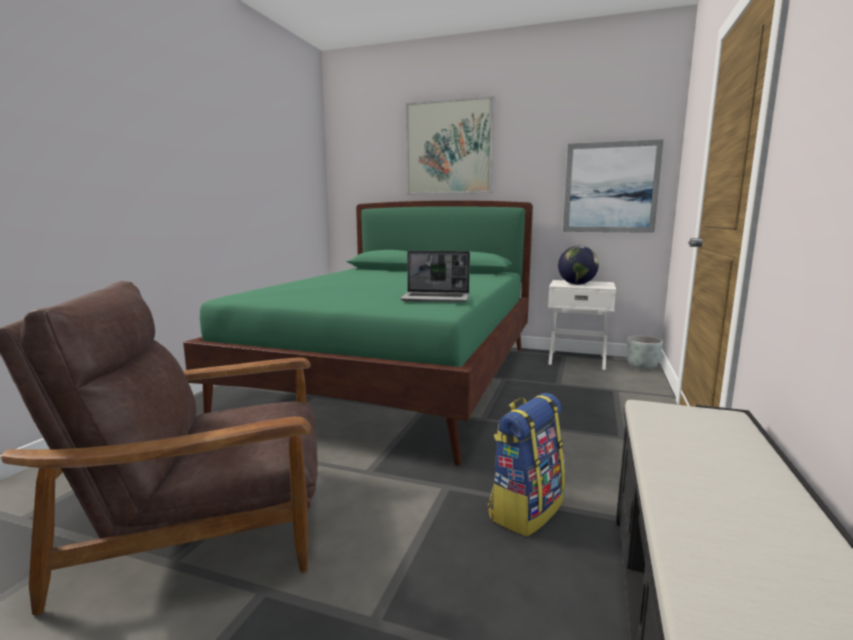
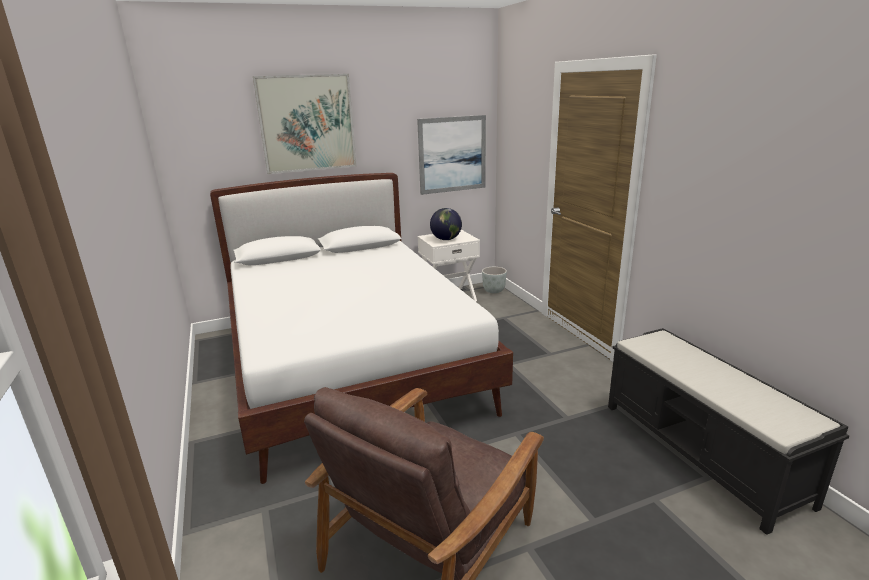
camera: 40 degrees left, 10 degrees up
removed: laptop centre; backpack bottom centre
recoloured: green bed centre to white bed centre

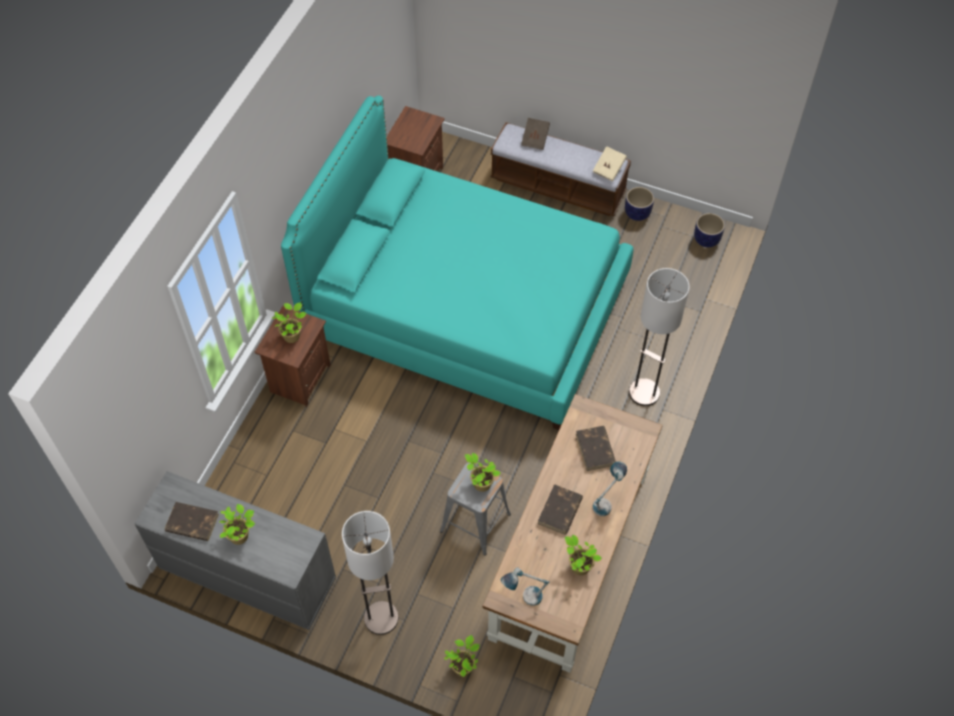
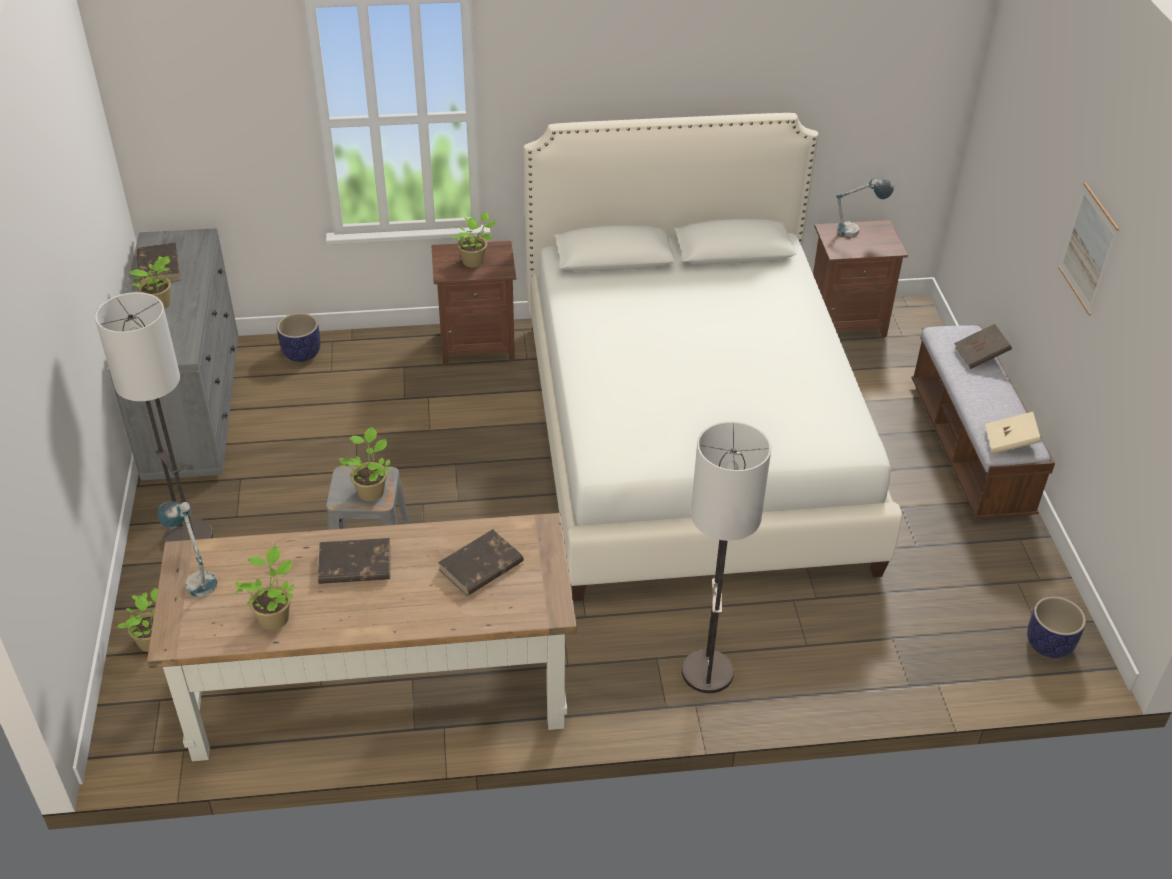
camera: 60 degrees right, 15 degrees down
added: picture top right
moved: table lamp (2nd from left) bottom centre to top right; planter (1st from left) top right to middle left
recoloured: turquoise bed centre to white bed centre

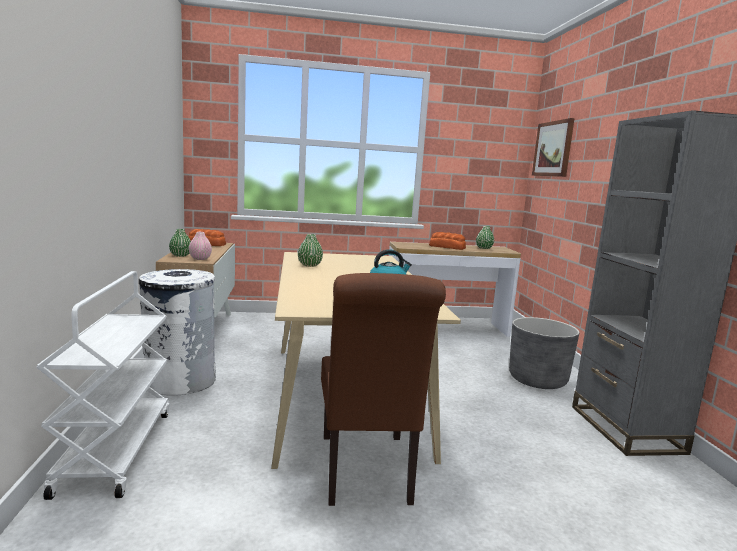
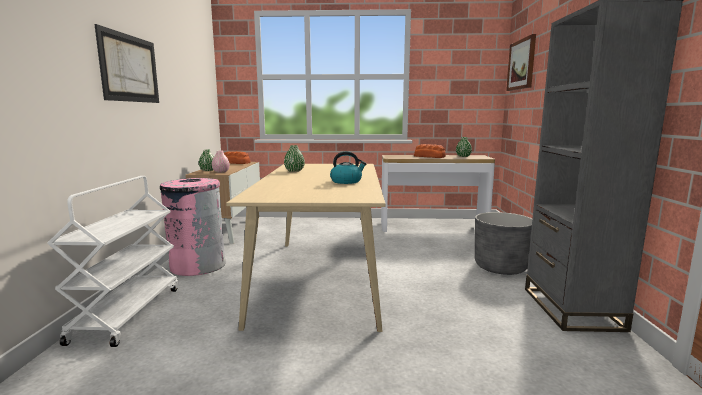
camera: 10 degrees right, 0 degrees up
removed: brown chair bottom centre
added: picture (1st from left) top left
recoloured: white trash can middle left to pink trash can middle left

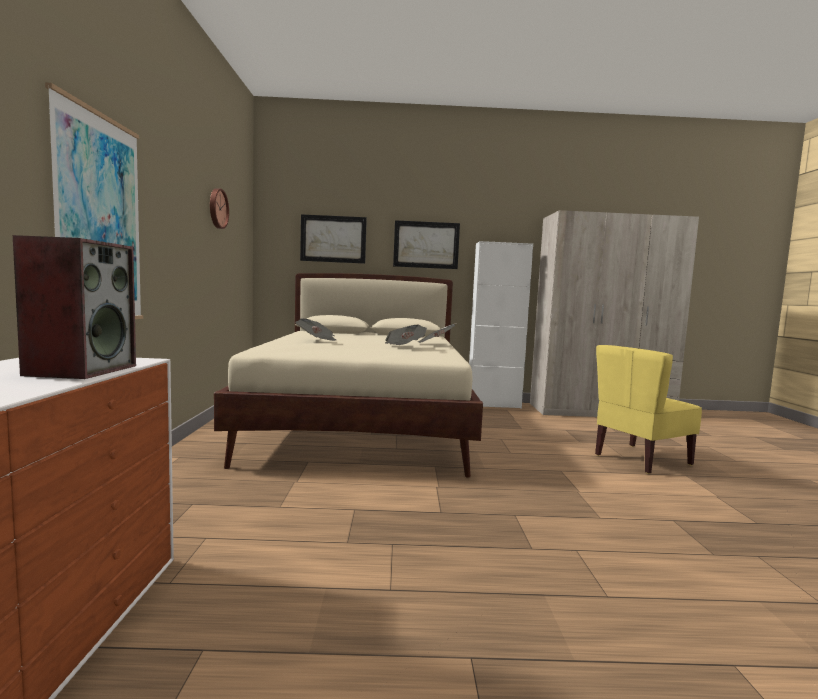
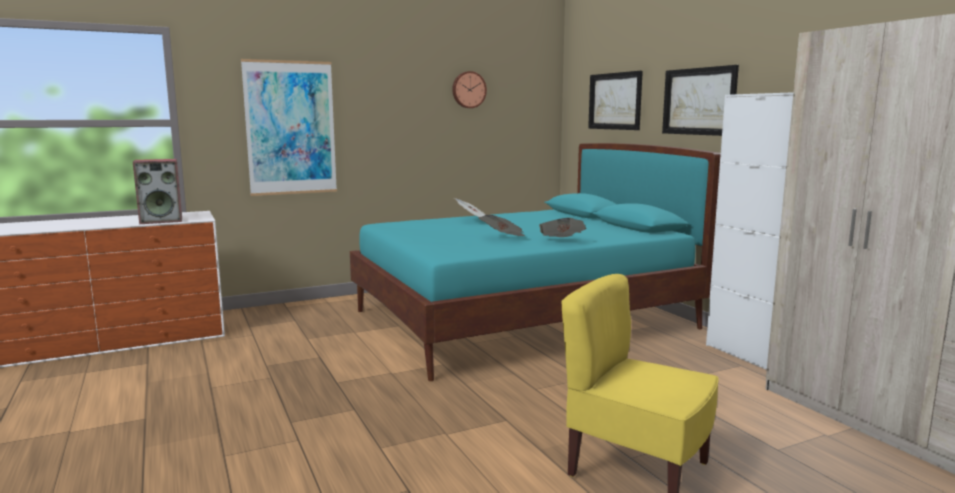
camera: 65 degrees right, 5 degrees up
recoloured: beige bed centre to turquoise bed centre

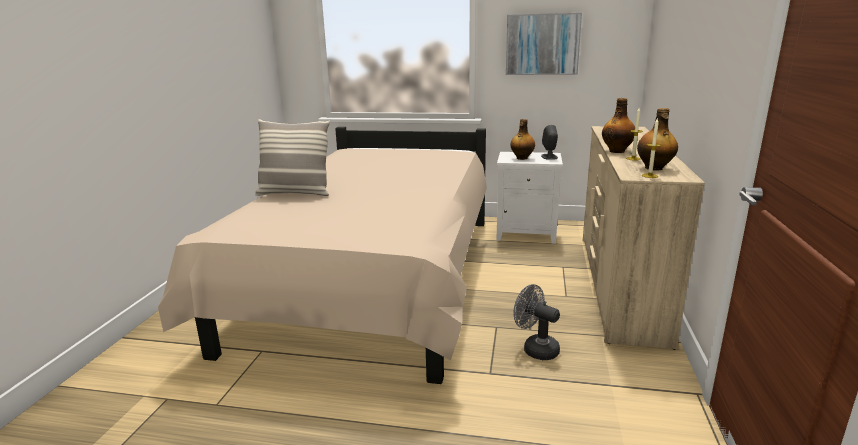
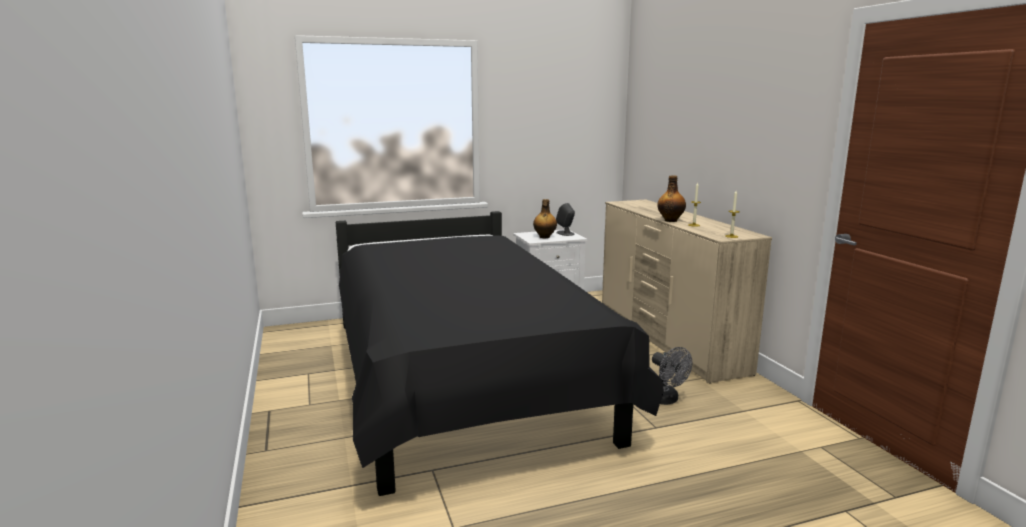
camera: 30 degrees left, 5 degrees down
removed: pillow centre; picture top centre; bottle (3rd from left) top right
recoloured: beige bed centre to black bed bottom centre
turned: grey fan bottom centre = bottom centre 135 degrees counterclockwise

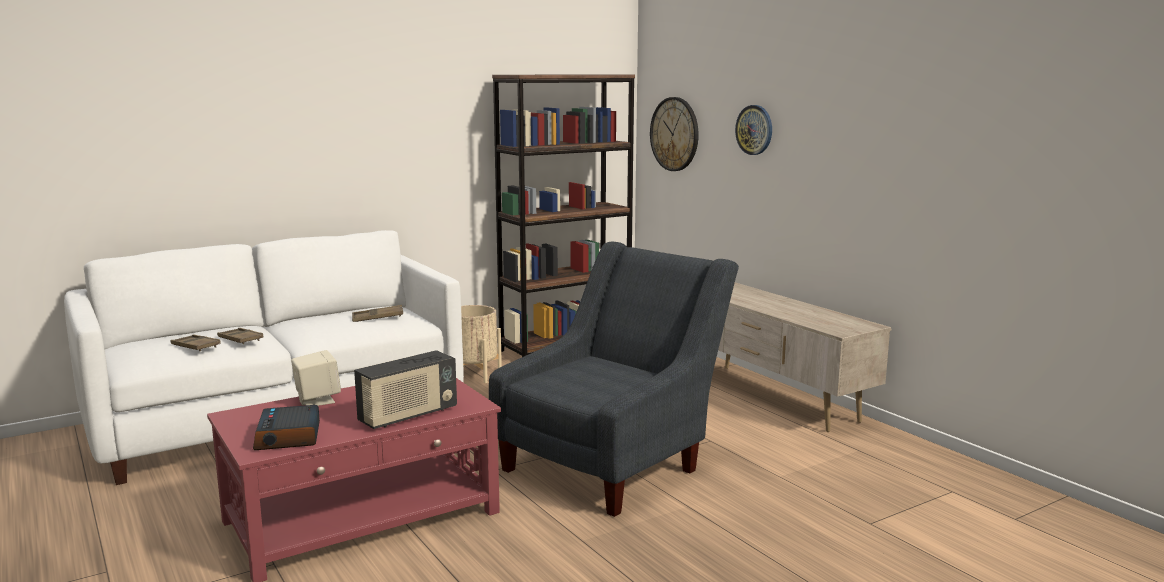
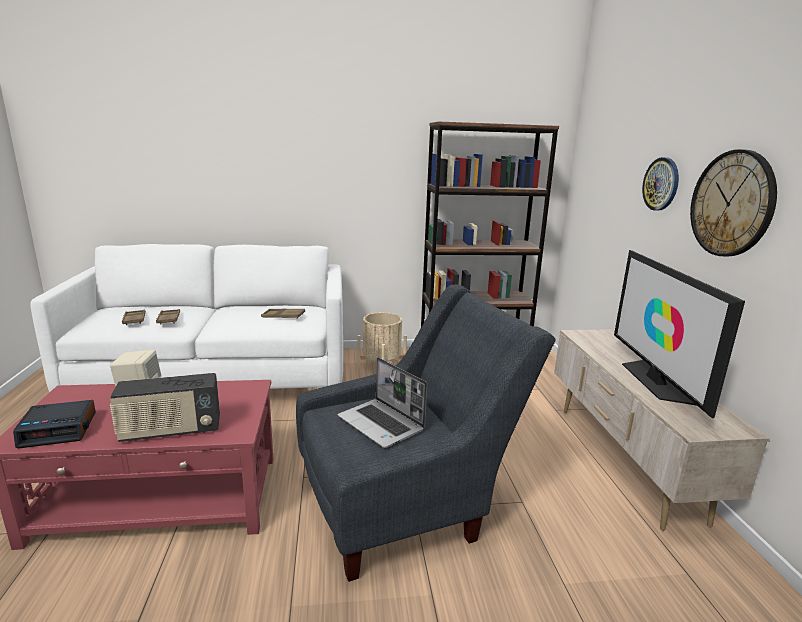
camera: 25 degrees right, 5 degrees up
added: laptop centre; television middle right
moved: wall clock (1st from left in the first image) top centre to wall clock (2nd from left) top right
turned: alarm clock bottom left = bottom left 120 degrees counterclockwise

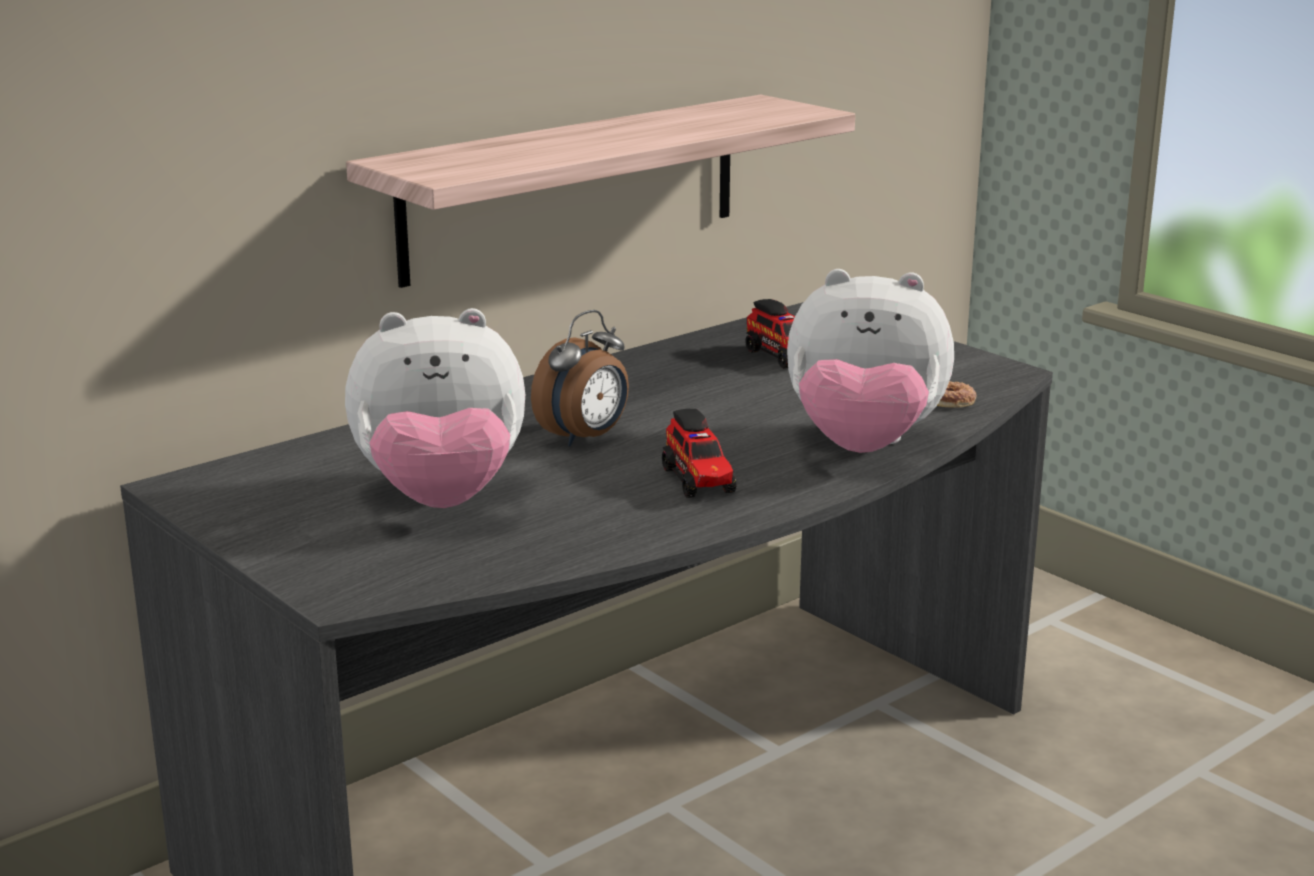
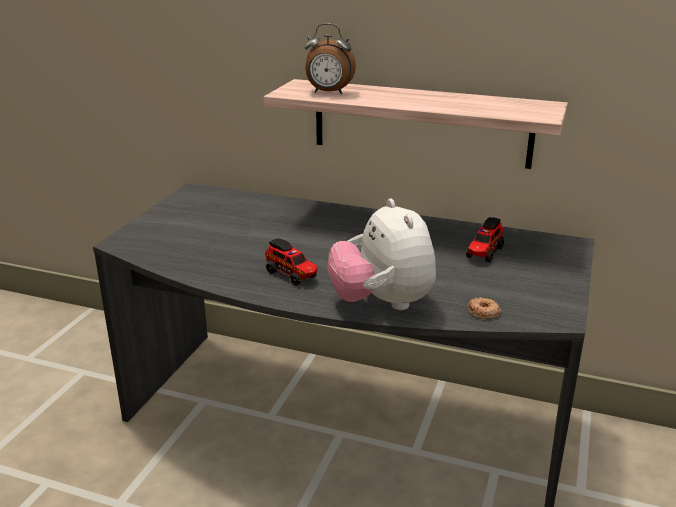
camera: 60 degrees right, 5 degrees up
removed: plush toy (1st from left) middle left
moved: alarm clock centre to top centre
turned: toy truck (1st from left) centre = centre 90 degrees counterclockwise

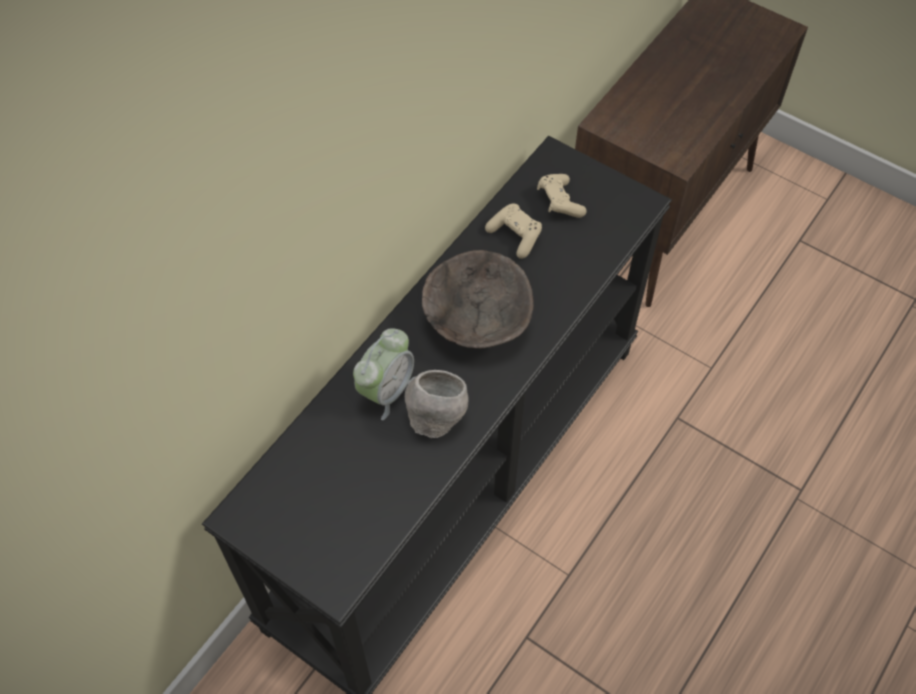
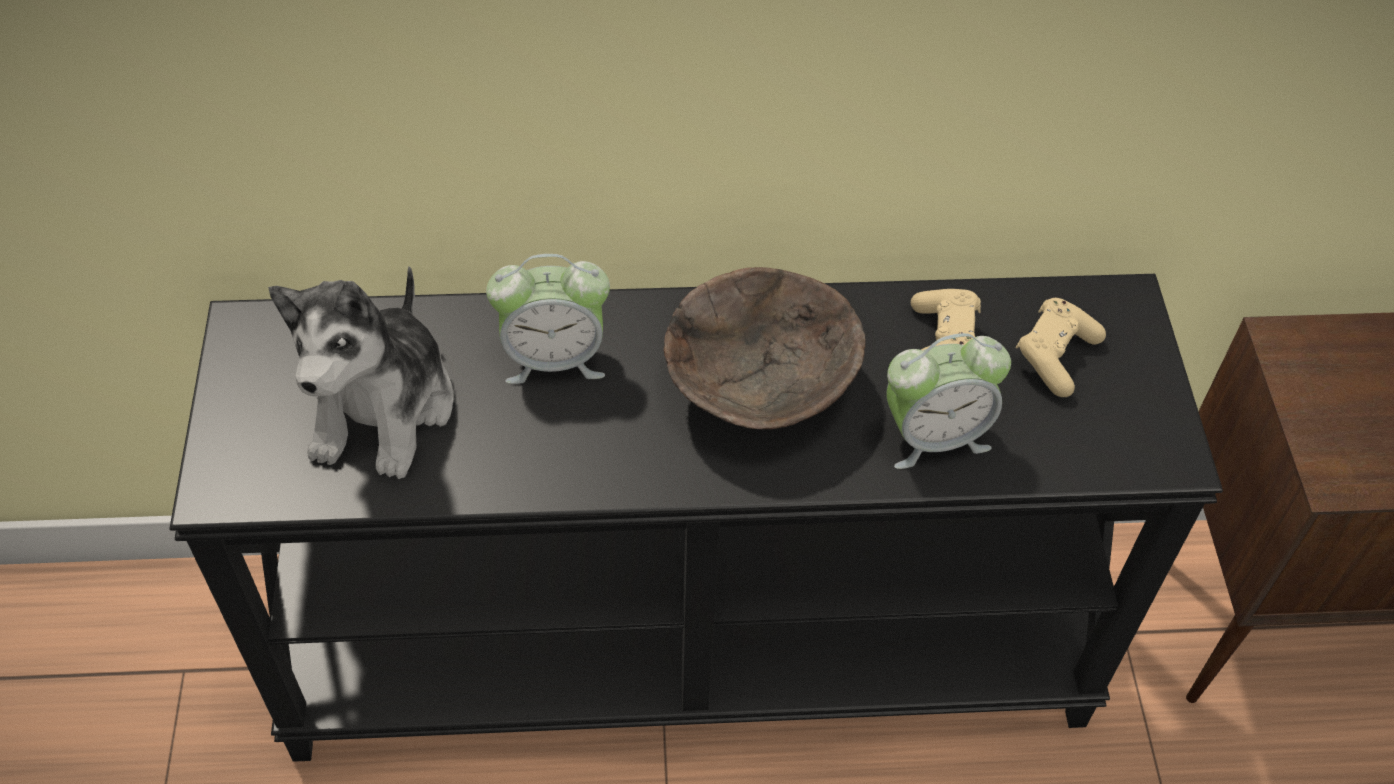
camera: 50 degrees right, 5 degrees down
removed: grey bowl centre
added: plush toy middle left; alarm clock (2nd from left) middle right

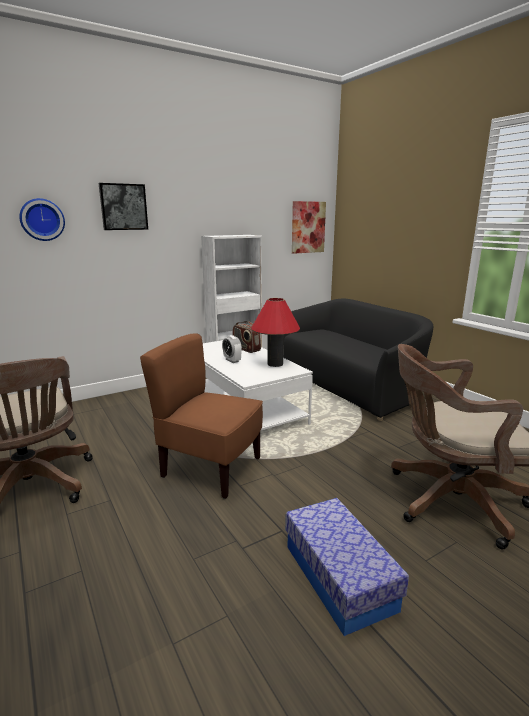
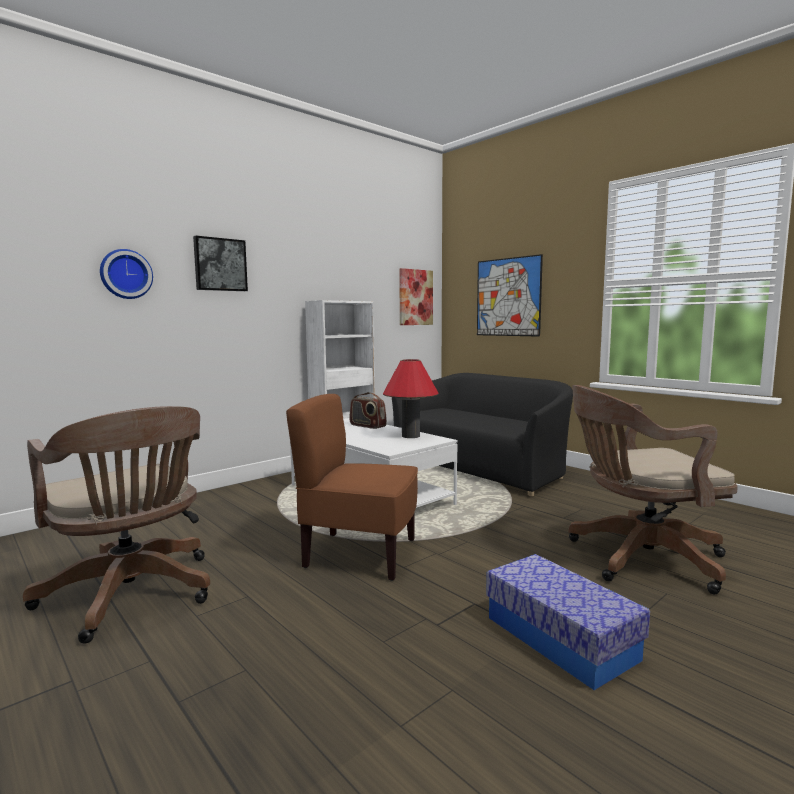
camera: 10 degrees left, 10 degrees down
removed: alarm clock centre
added: picture (3rd from left) centre

